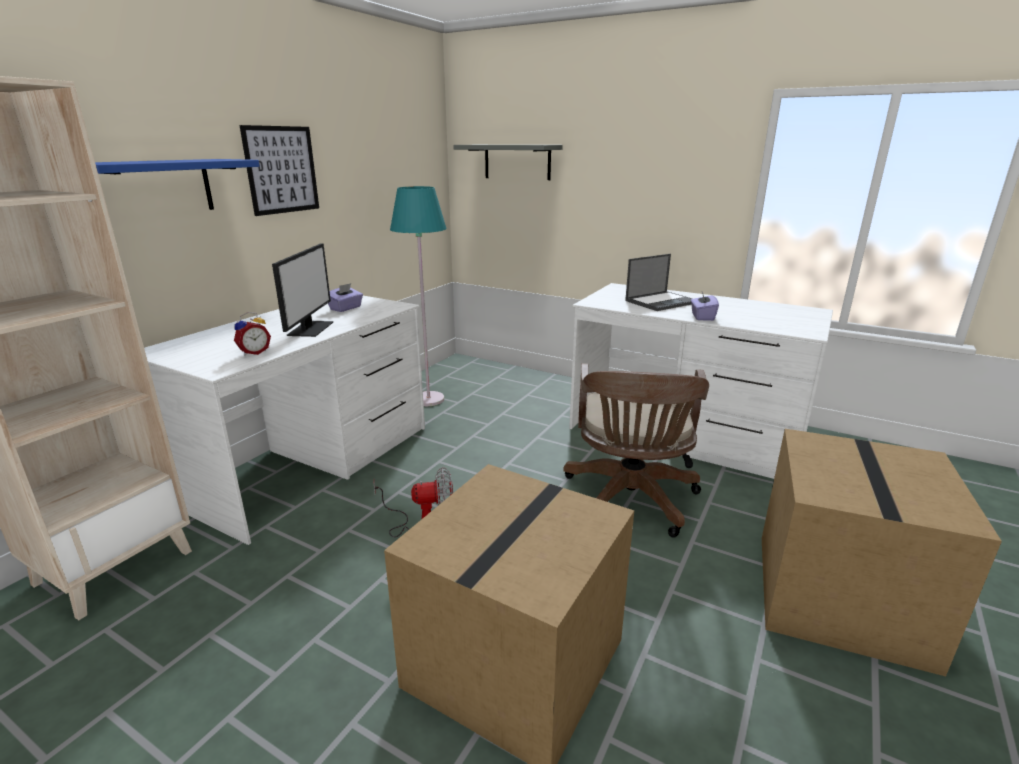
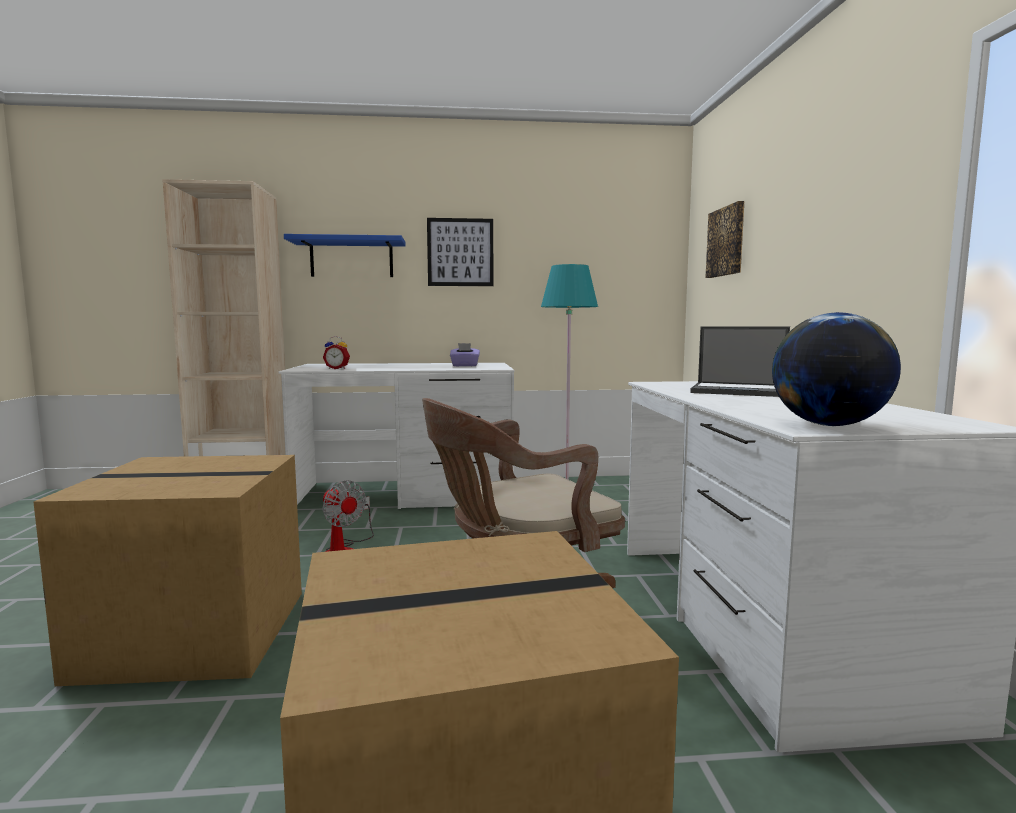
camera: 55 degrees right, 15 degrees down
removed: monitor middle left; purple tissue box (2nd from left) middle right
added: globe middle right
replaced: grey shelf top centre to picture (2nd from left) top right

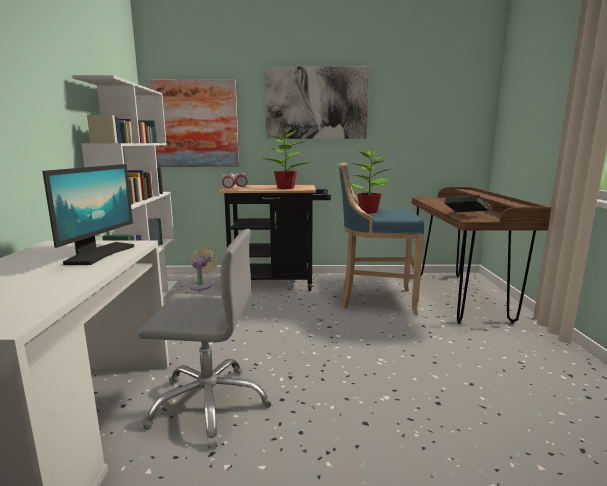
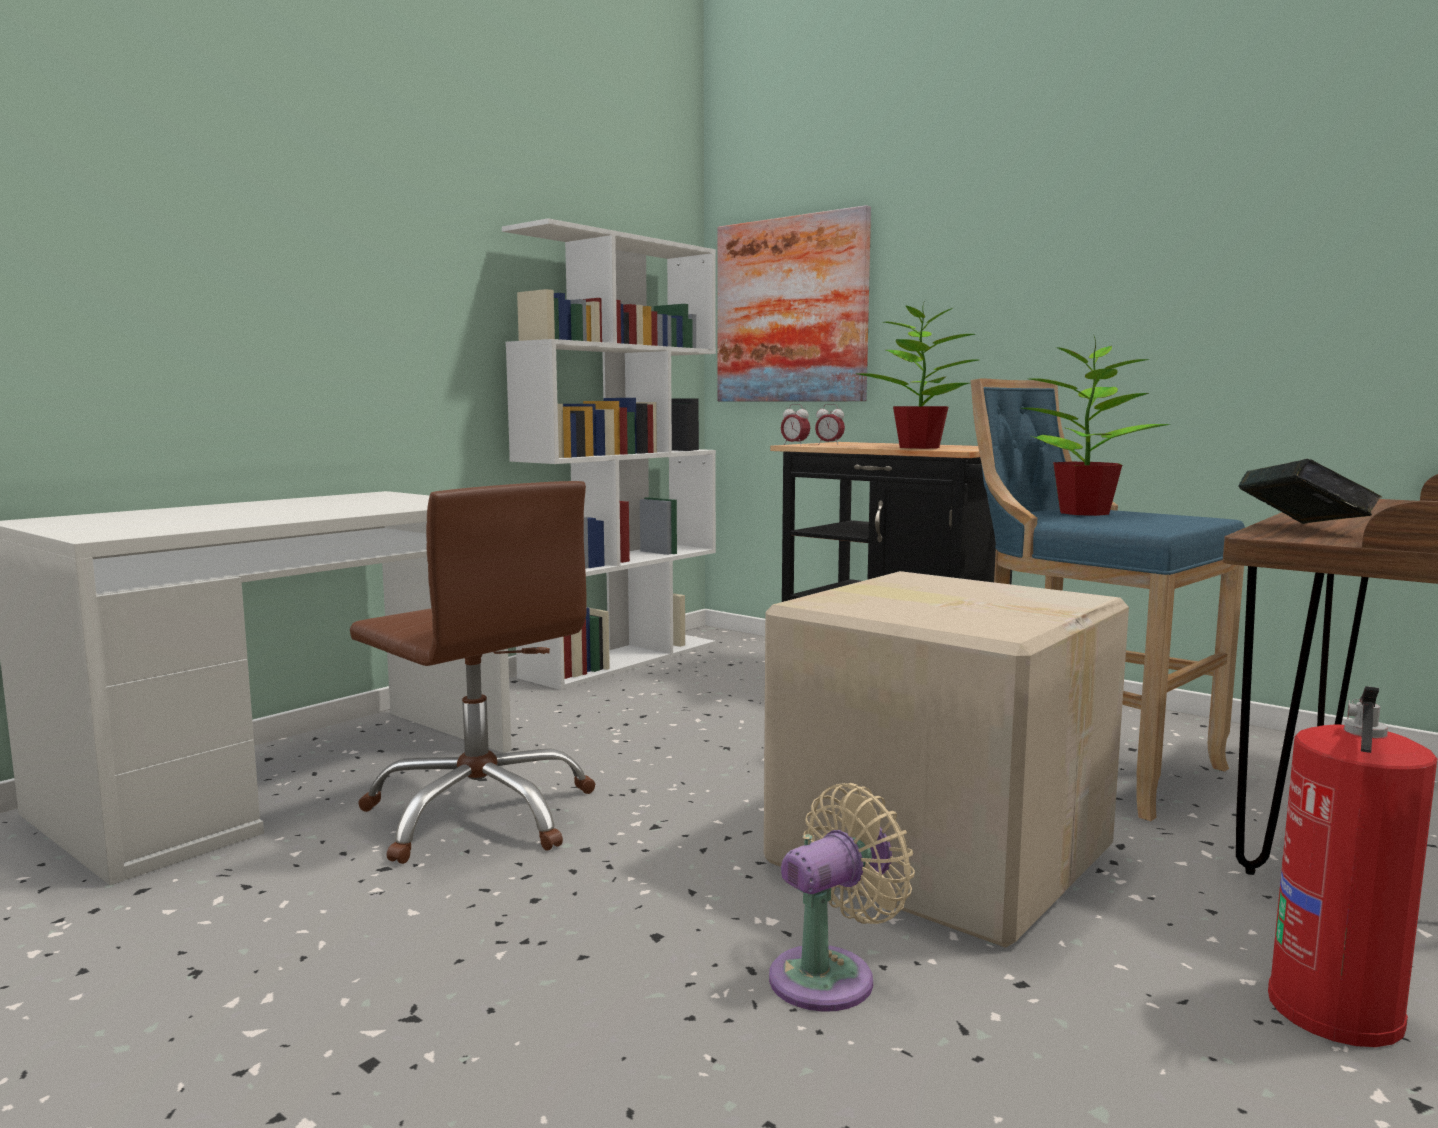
camera: 40 degrees right, 5 degrees down
removed: monitor middle left; picture (2nd from left) top centre
added: cardboard box bottom centre; fire extinguisher bottom right
moved: beige fan centre to bottom centre
recoloured: grey office chair bottom centre to brown office chair middle left

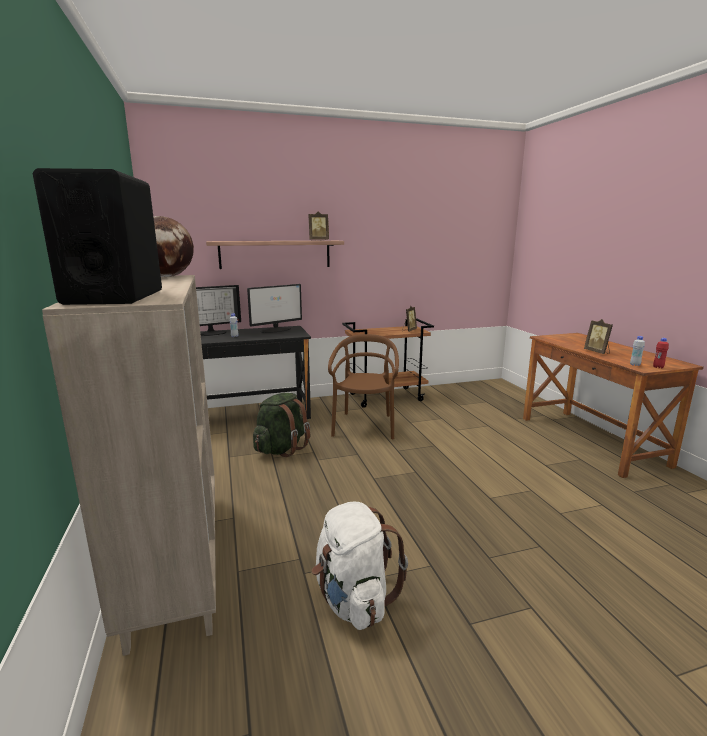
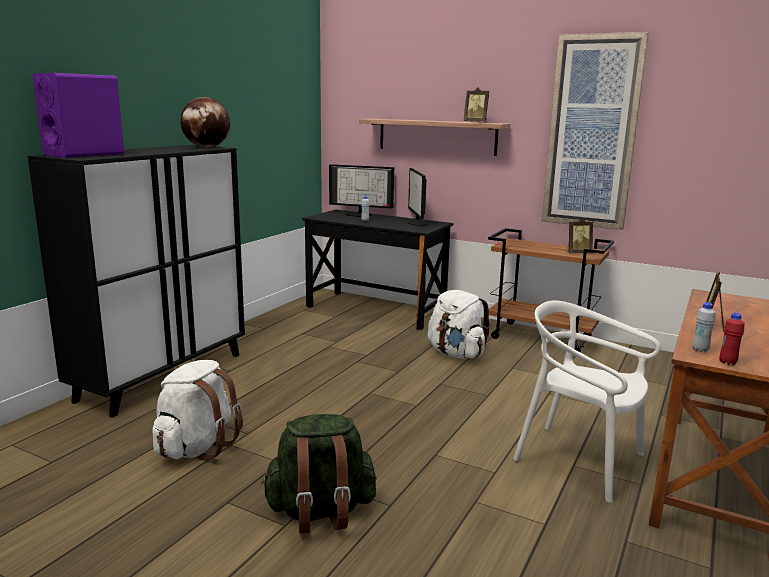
camera: 45 degrees right, 0 degrees up
added: white chair bottom right; picture top right
moved: green backpack centre to bottom centre
replaced: brown chair centre to white backpack (2nd from left) centre
recoloured: black speaker top left to purple speaker top left; beige cabinet middle left to black cabinet middle left
turned: monitor (2nd from left) centre = centre 75 degrees clockwise

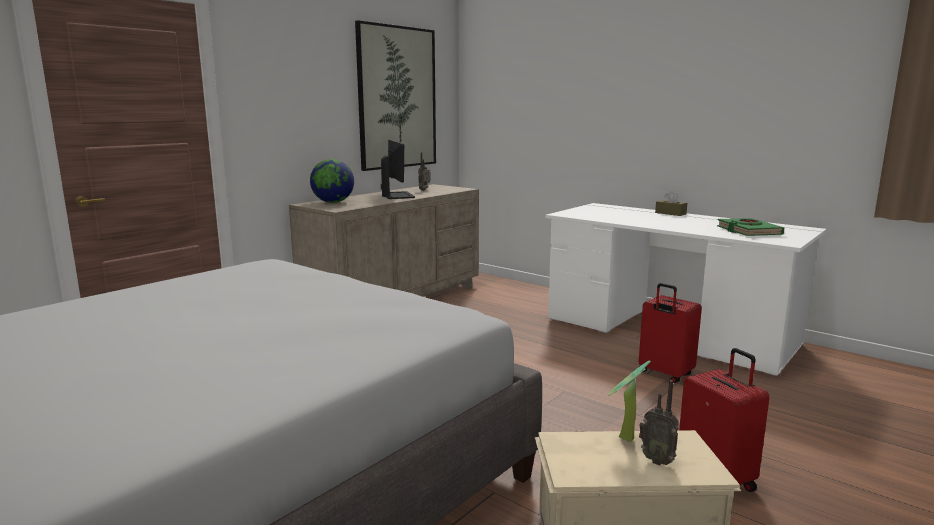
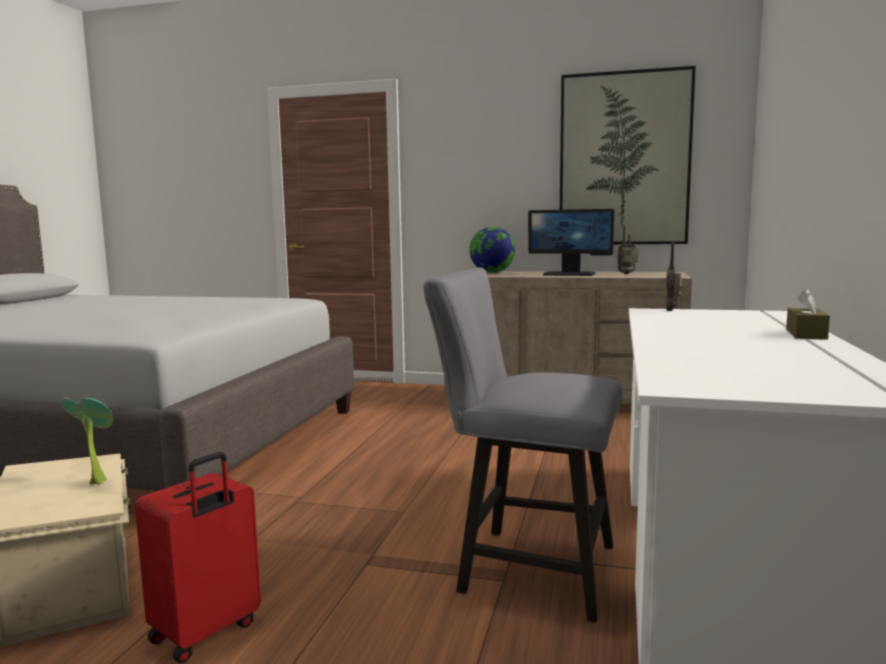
camera: 65 degrees right, 5 degrees down
removed: green book middle right
moved: radio (2nd from left) bottom right to middle right
replaced: red suitcase (1st from left) middle right to grey chair bottom centre
turned: monitor top centre = centre 60 degrees clockwise

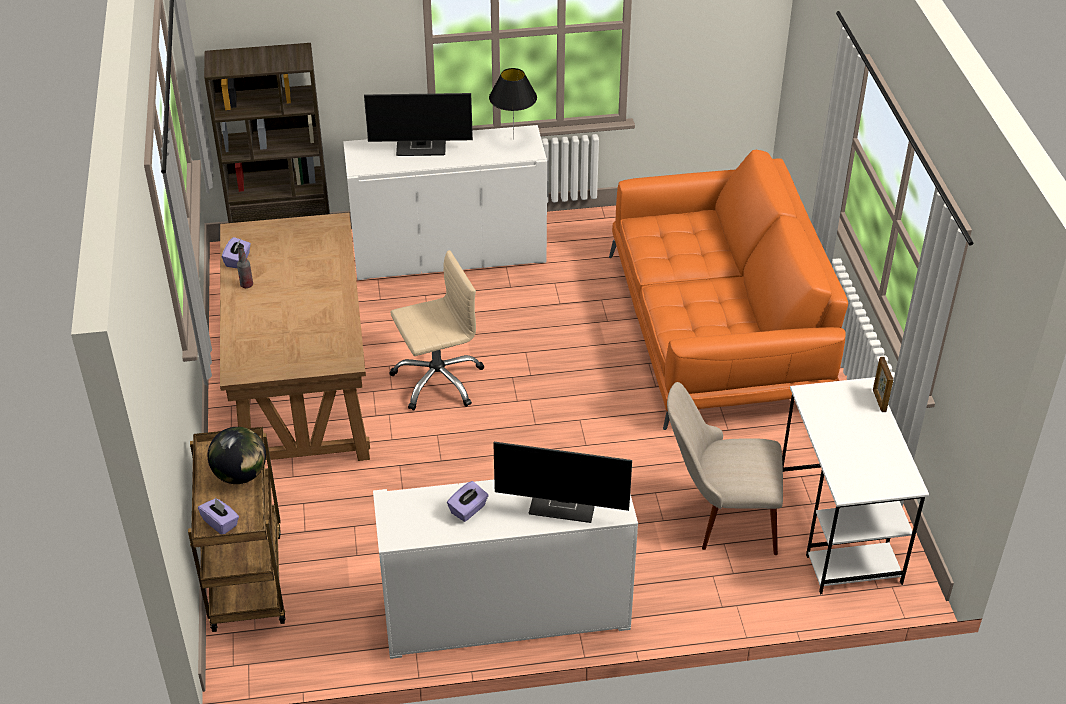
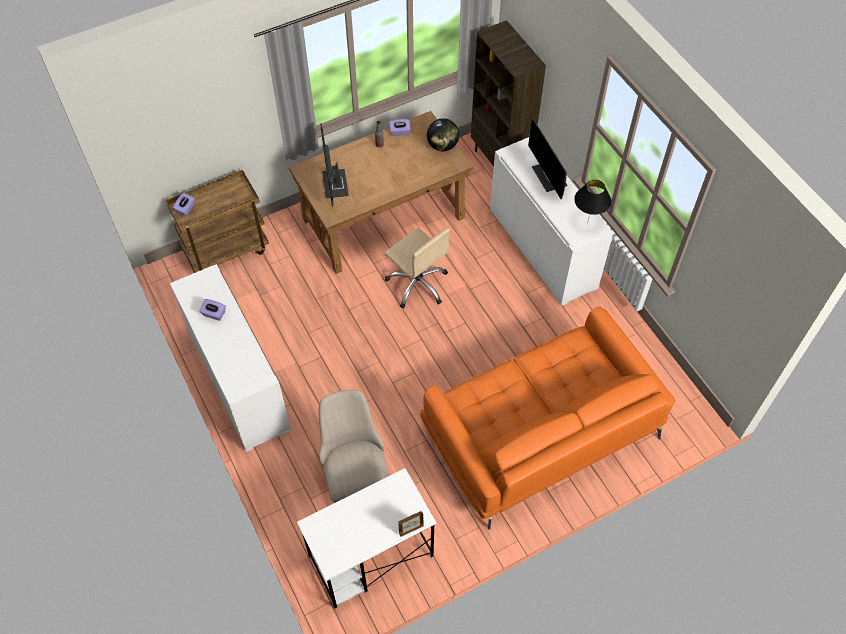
camera: 70 degrees right, 15 degrees up
moved: globe middle left to top centre; monitor (2nd from left in the first image) bottom centre to monitor (1st from left) top centre

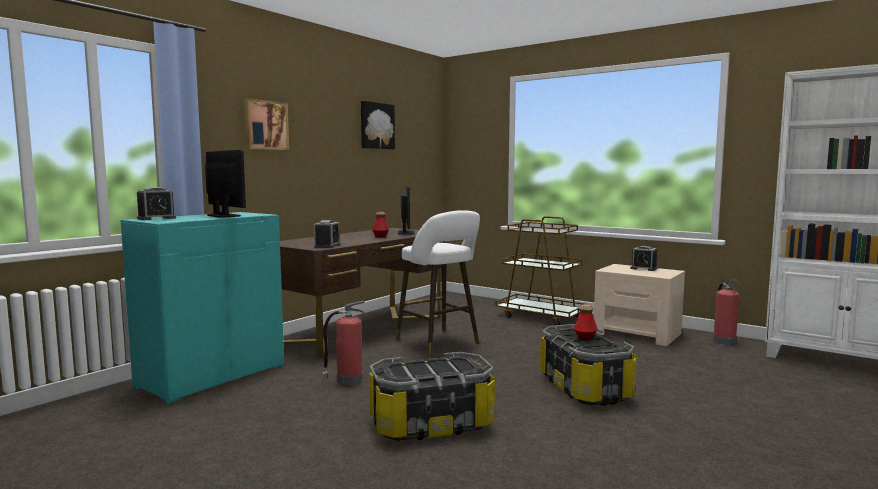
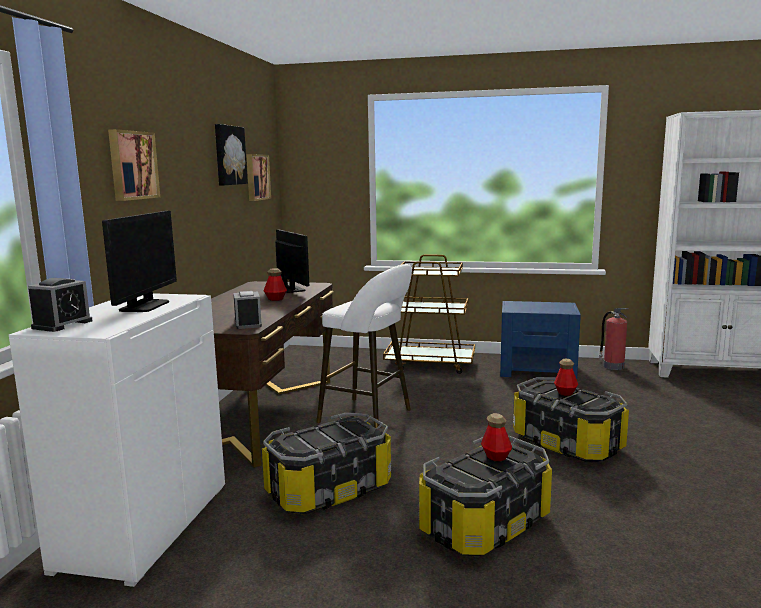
camera: 25 degrees left, 5 degrees up
removed: alarm clock (3rd from left) middle right
added: picture (3rd from left) top centre; bottle (2nd from left) bottom centre
replaced: fire extinguisher (1st from left) bottom centre to storage box (1st from left) bottom centre
recoloured: turquoise cabinet middle left to white cabinet bottom left; beige nightstand middle right to blue nightstand middle right
turned: monitor (1st from left) middle left = middle left 75 degrees clockwise

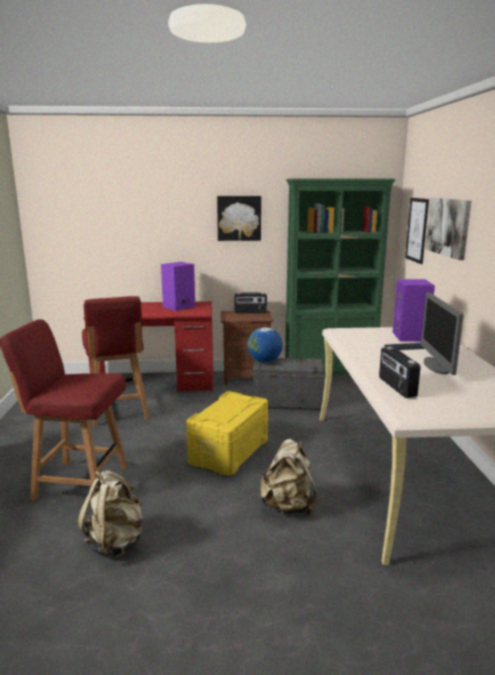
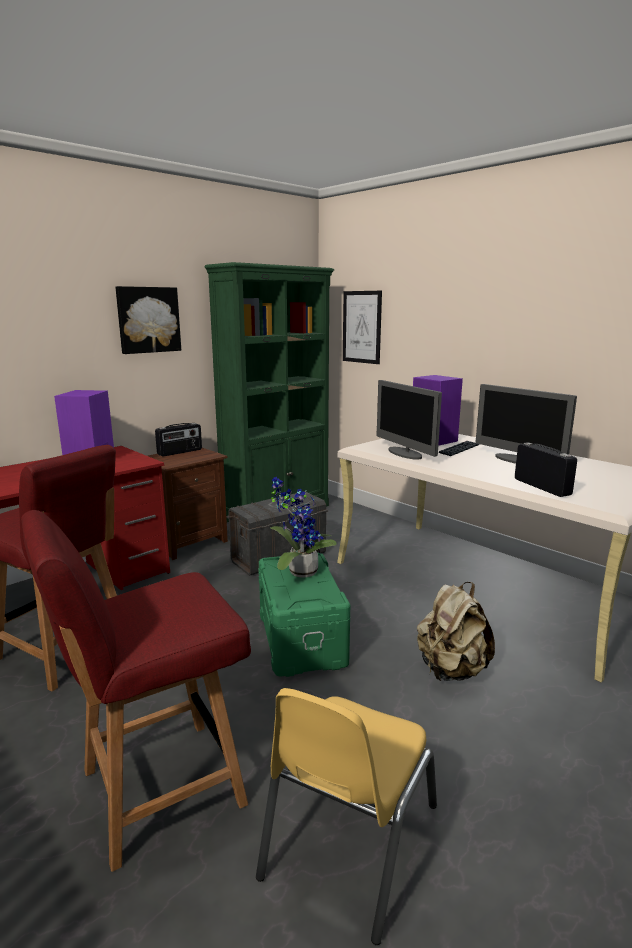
camera: 40 degrees left, 0 degrees up
removed: globe centre; picture (3rd from left) middle right
added: potted plant centre; monitor (1st from left) centre
replaced: beige backpack (1st from left) bottom left to yellow chair bottom centre
recoloured: yellow storage box centre to green storage box centre
turned: radio (2nd from left) middle right = middle right 150 degrees counterclockwise

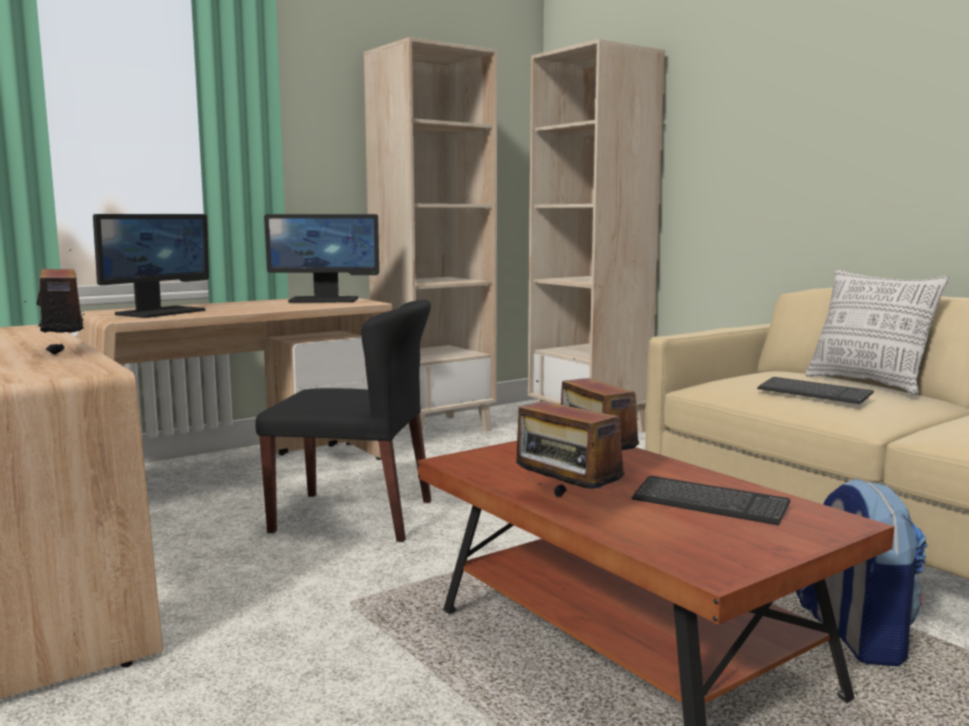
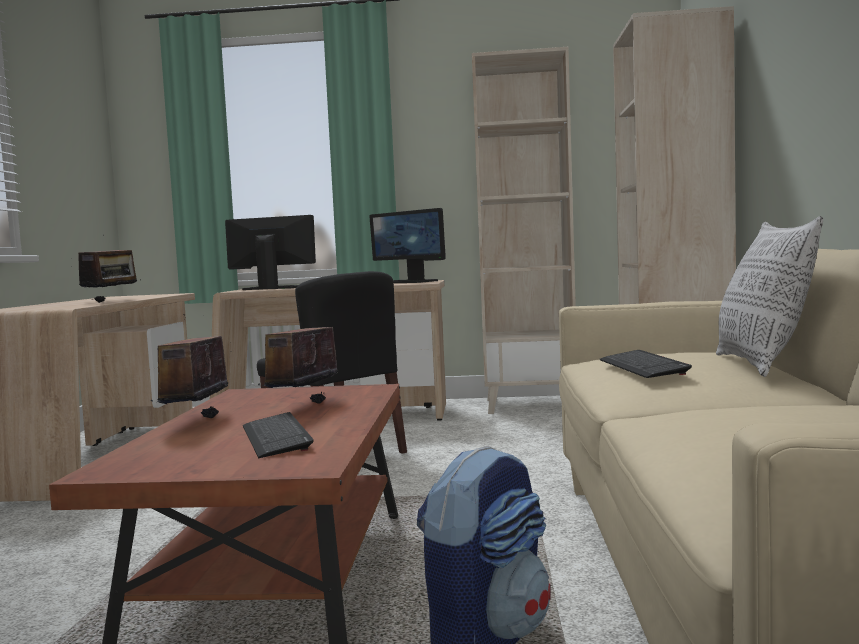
camera: 40 degrees right, 5 degrees down
turned: monitor (1st from left) middle left = middle left 150 degrees counterclockwise

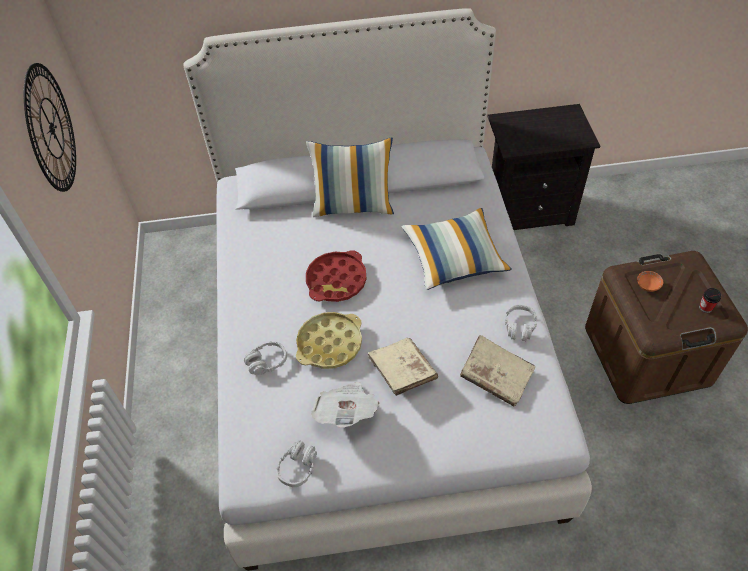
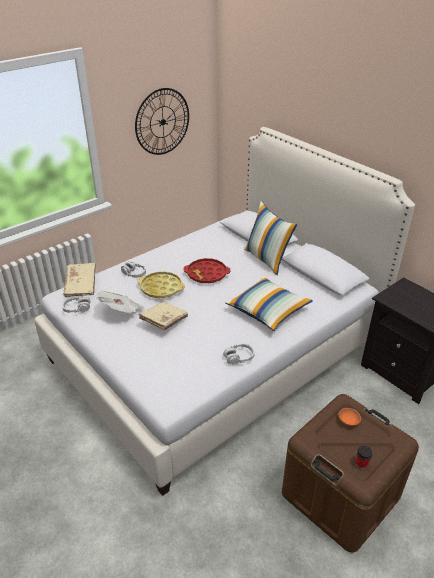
camera: 55 degrees right, 15 degrees down
moved: beige book (2nd from left in the first image) centre to beige book (1st from left) middle left

